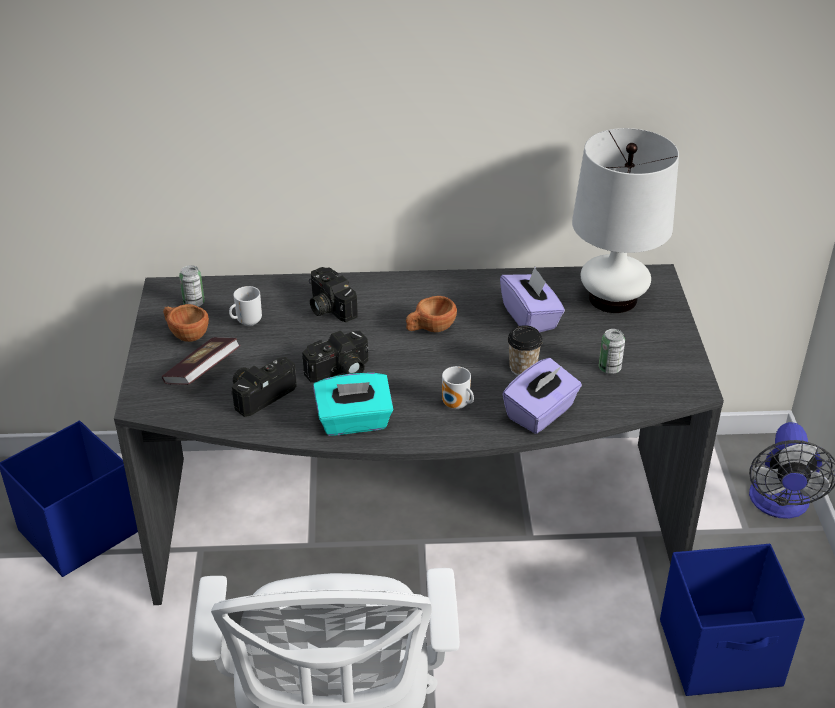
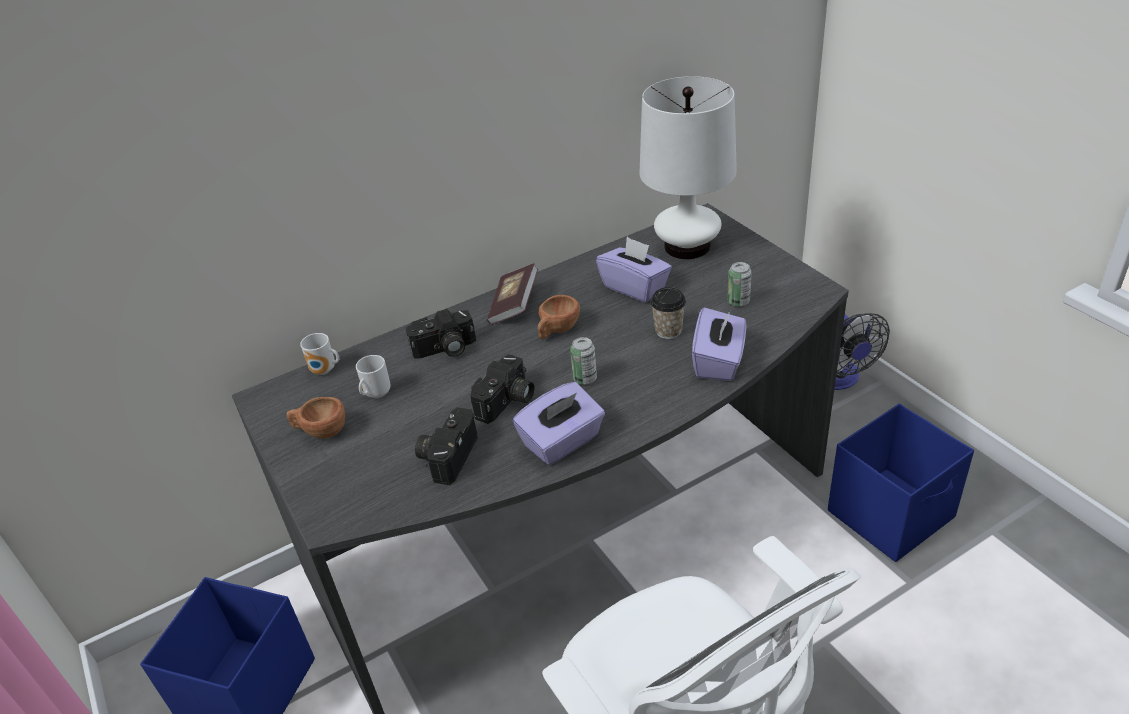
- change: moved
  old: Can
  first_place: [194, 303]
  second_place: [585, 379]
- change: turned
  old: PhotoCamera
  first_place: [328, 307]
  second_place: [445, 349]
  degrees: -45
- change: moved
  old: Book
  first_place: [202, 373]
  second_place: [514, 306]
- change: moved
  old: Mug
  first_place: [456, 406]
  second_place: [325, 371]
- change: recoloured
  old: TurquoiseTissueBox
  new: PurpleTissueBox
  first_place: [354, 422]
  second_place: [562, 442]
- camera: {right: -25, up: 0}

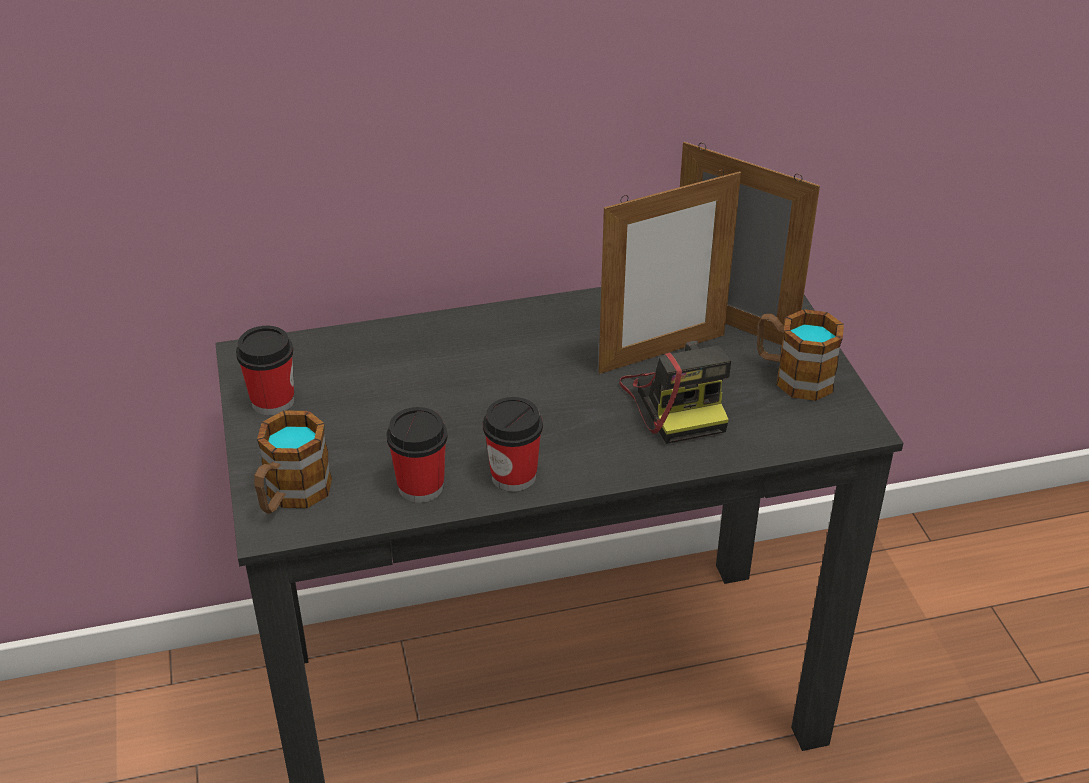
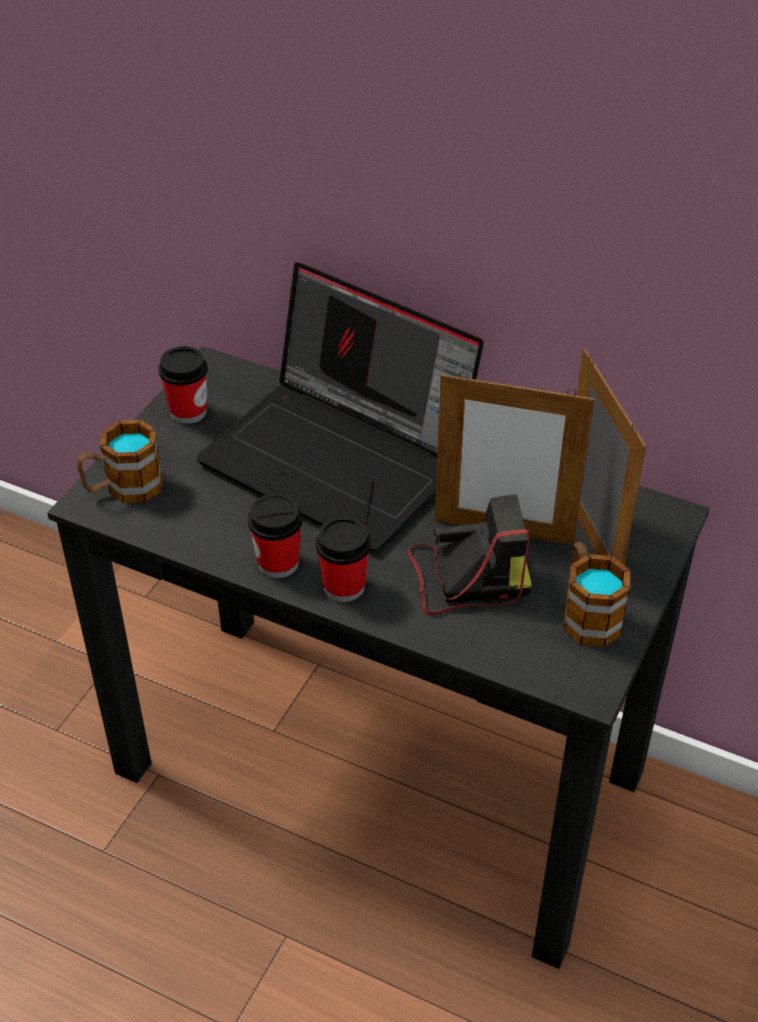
- change: turned
  old: PhotoCamera
  first_place: [677, 401]
  second_place: [465, 578]
  degrees: -120
- change: moved
  old: Cup
  first_place: [421, 486]
  second_place: [344, 586]
- change: added
  new: Laptop
  second_place: [341, 458]
- camera: {right: 40, up: 5}

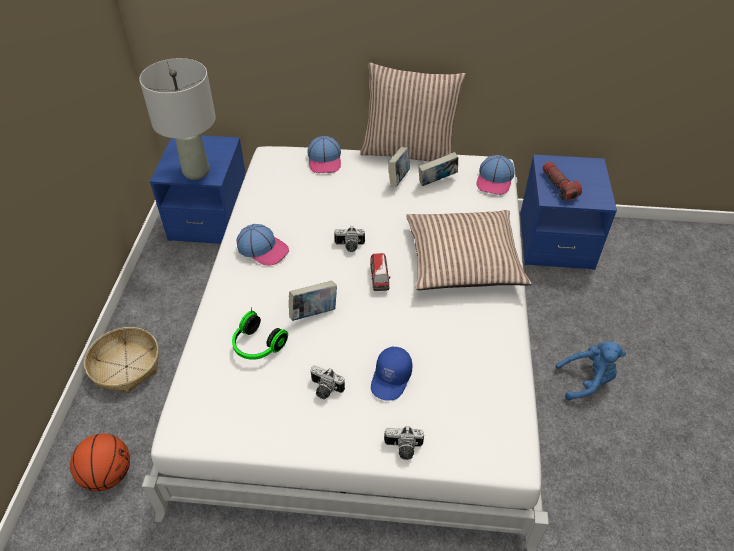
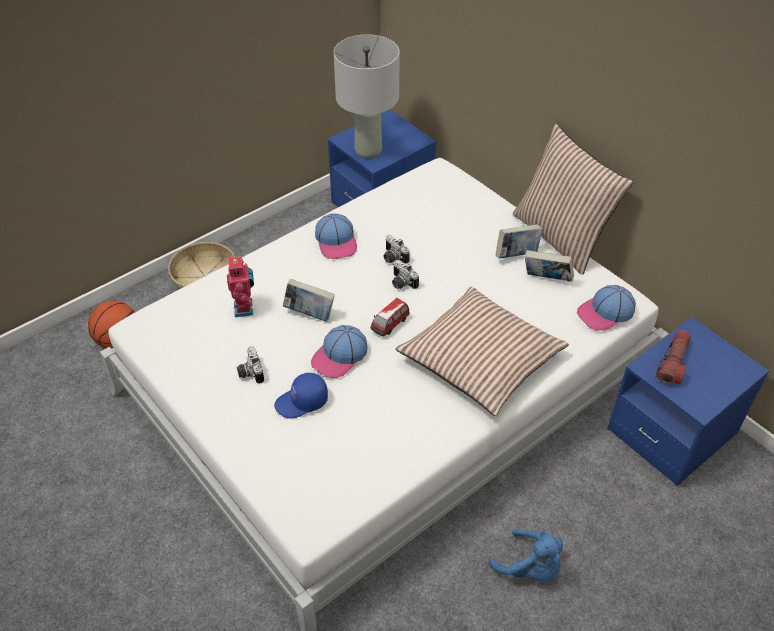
- change: moved
  old: Cap
  first_place: [325, 160]
  second_place: [339, 356]
- change: replaced
  old: Headphones
  new: ToyRobot
  first_place: [257, 346]
  second_place: [245, 308]
- change: moved
  old: PhotoCamera
  first_place: [403, 449]
  second_place: [393, 258]
- camera: {right: 45, up: 0}

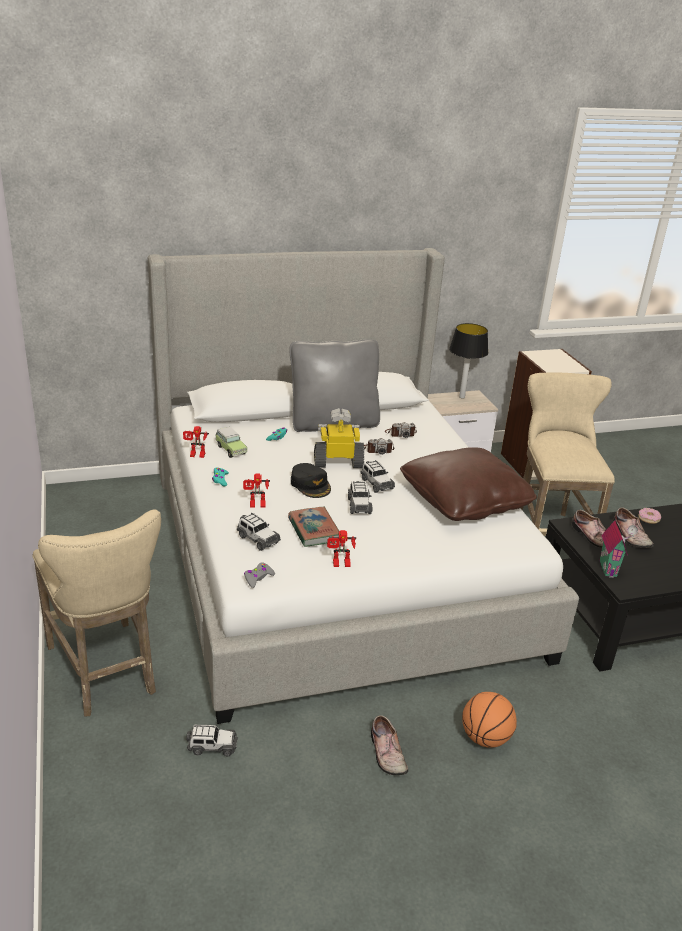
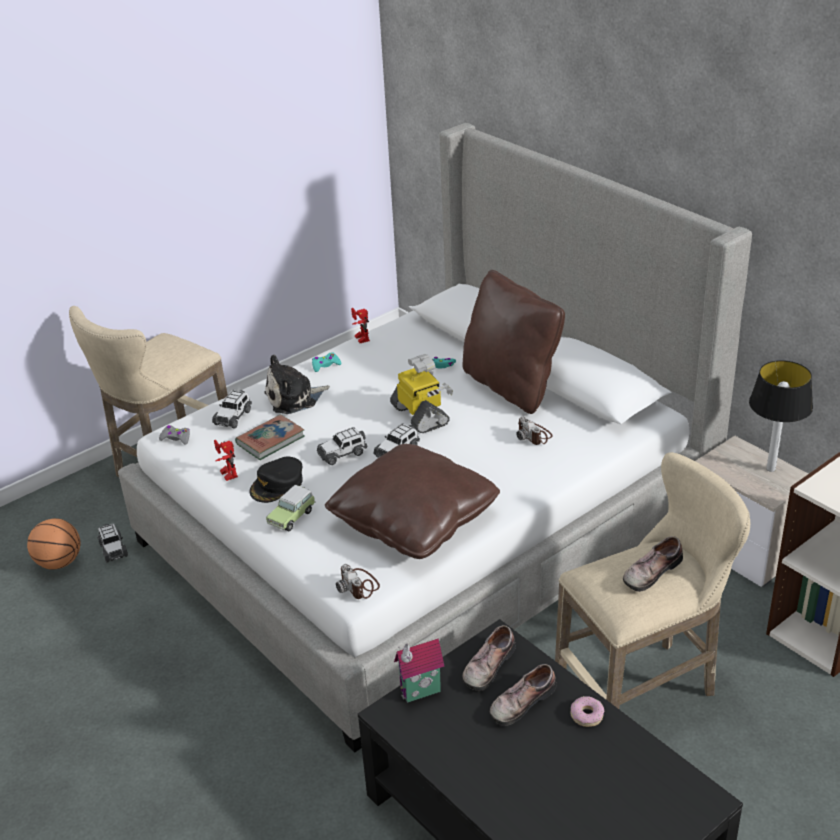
- change: recoloured
  old: GreyPillow
  new: BrownPillow
  first_place: [333, 423]
  second_place: [511, 386]
- change: moved
  old: ToyCar
  first_place: [230, 449]
  second_place: [293, 516]
- change: moved
  old: PhotoCamera
  first_place: [377, 450]
  second_place: [359, 585]
- change: moved
  old: BlackCap
  first_place: [310, 485]
  second_place: [277, 485]
- change: replaced
  old: ToyRobot
  new: PlushToy
  first_place: [256, 505]
  second_place: [294, 398]
- change: moved
  old: Basketball
  first_place: [485, 738]
  second_place: [59, 563]
- change: moved
  old: Shoe
  first_place: [386, 753]
  second_place: [650, 571]
- camera: {right: 70, up: 5}

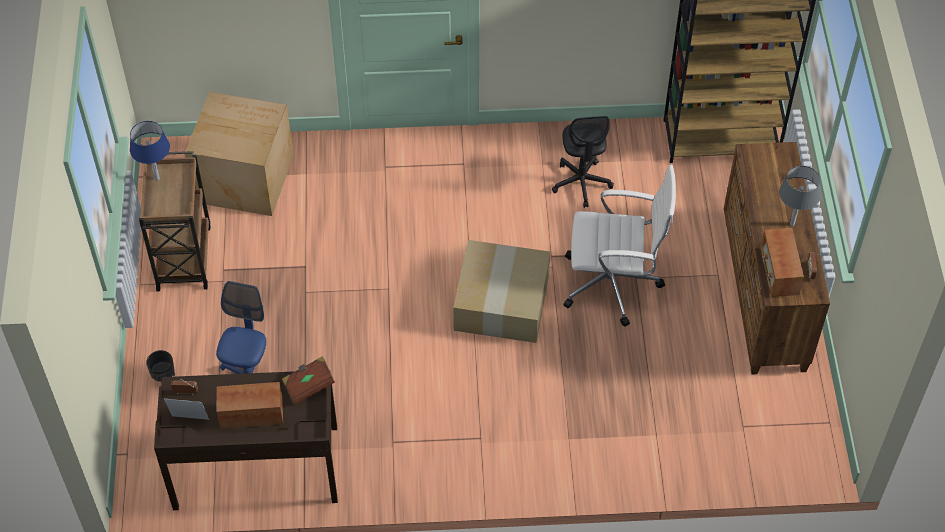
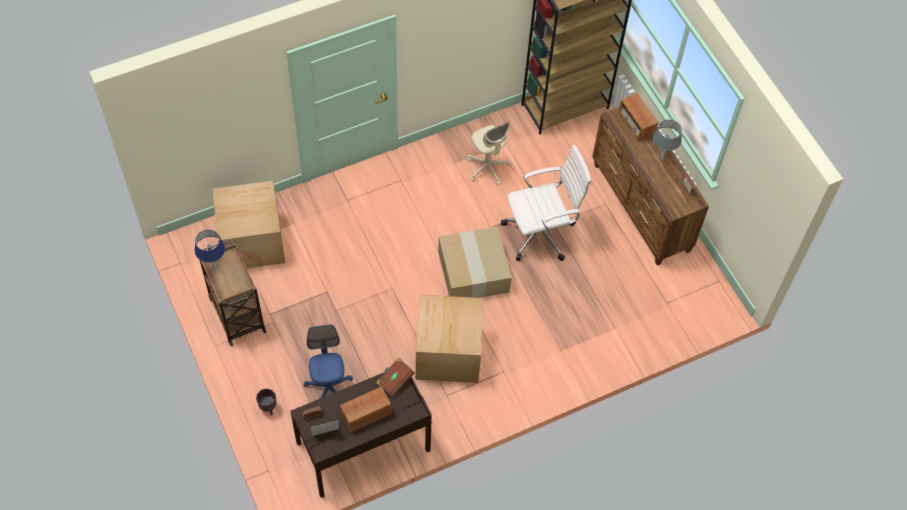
- change: recoloured
  old: BlackOfficeChair
  new: BeigeOfficeChair
  first_place: [581, 183]
  second_place: [487, 168]
- change: moved
  old: Radio
  first_place: [778, 272]
  second_place: [636, 124]
- change: added
  new: CardboardBox
  second_place: [447, 354]
- camera: {right: -25, up: 5}

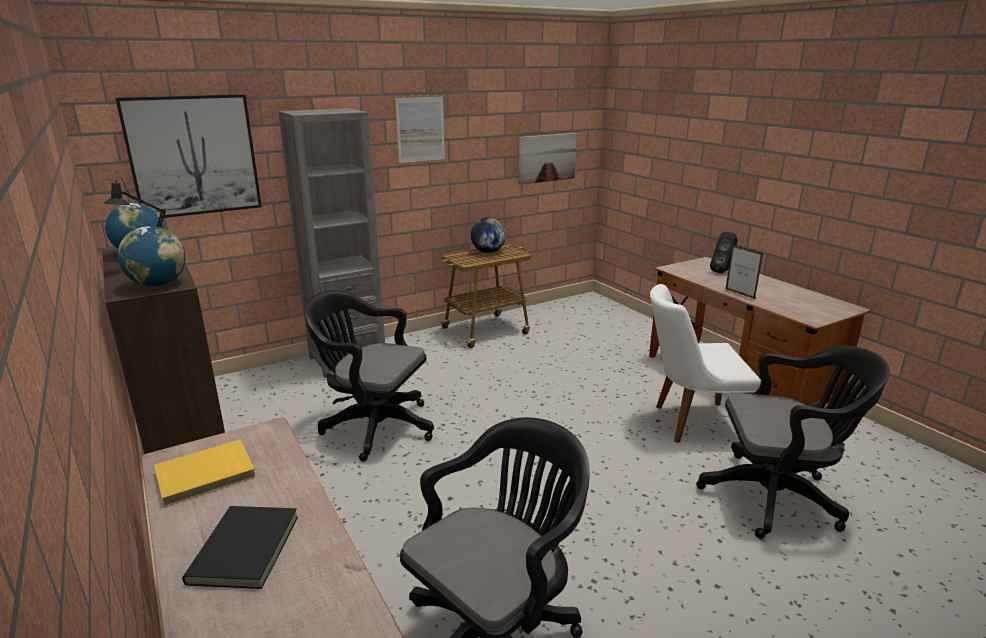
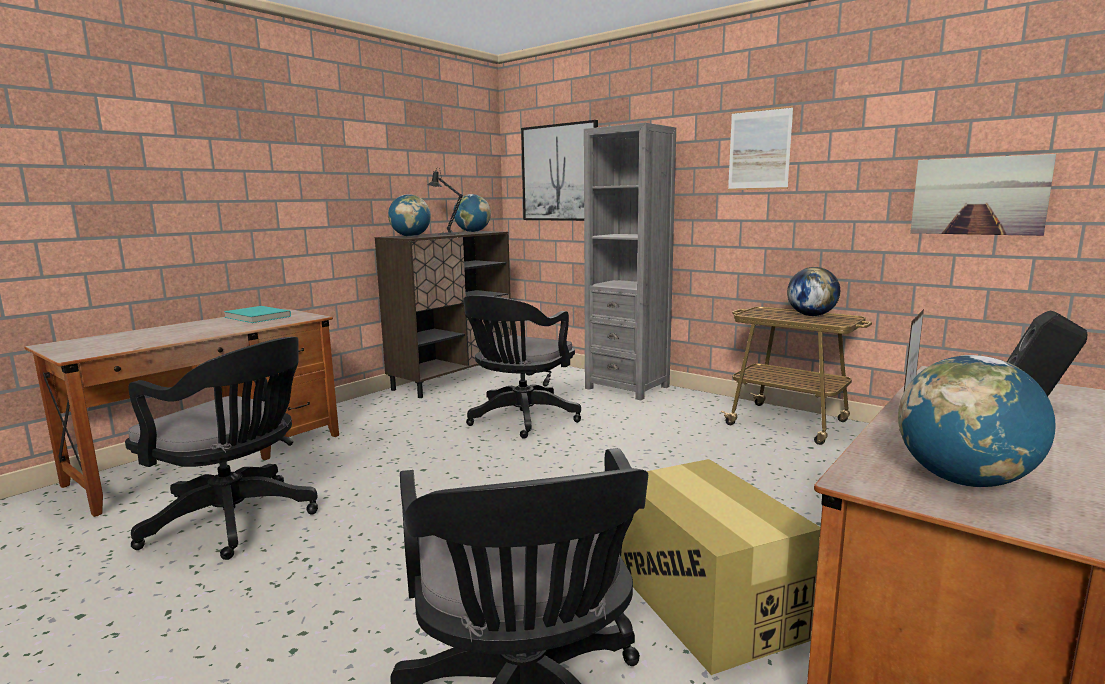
- change: replaced
  old: WhiteChair
  new: CardboardBox
  first_place: [689, 422]
  second_place: [707, 602]
- change: turned
  old: BlackOfficeChair
  first_place: [373, 426]
  second_place: [520, 420]
  degrees: -150
- change: recoloured
  old: YellowBook
  new: TurquoiseBook
  first_place: [206, 475]
  second_place: [256, 317]
- change: removed
  old: BlackBook
  first_place: [247, 549]
- change: added
  new: Globe
  second_place: [964, 481]
- camera: {right: 70, up: -10}

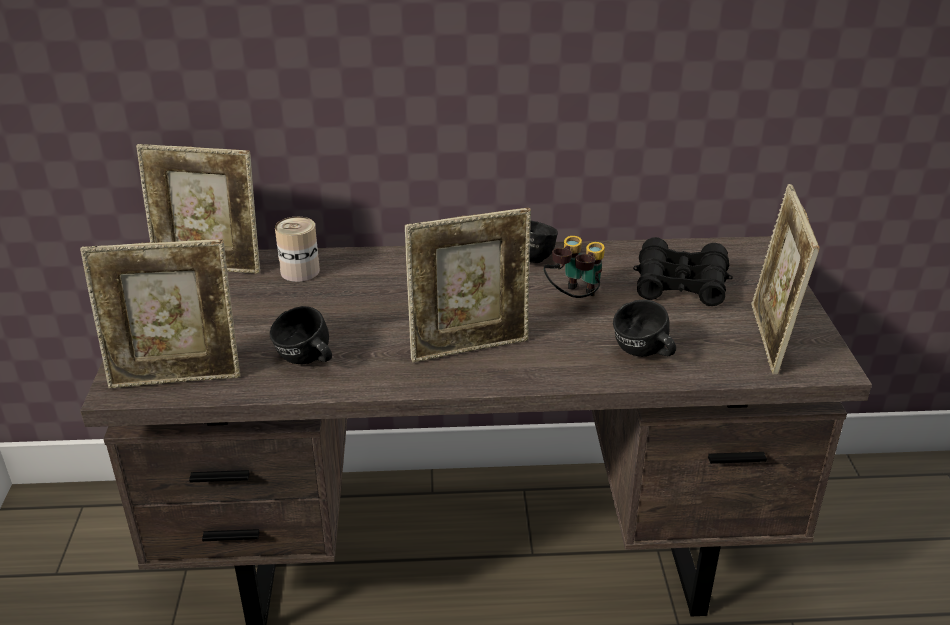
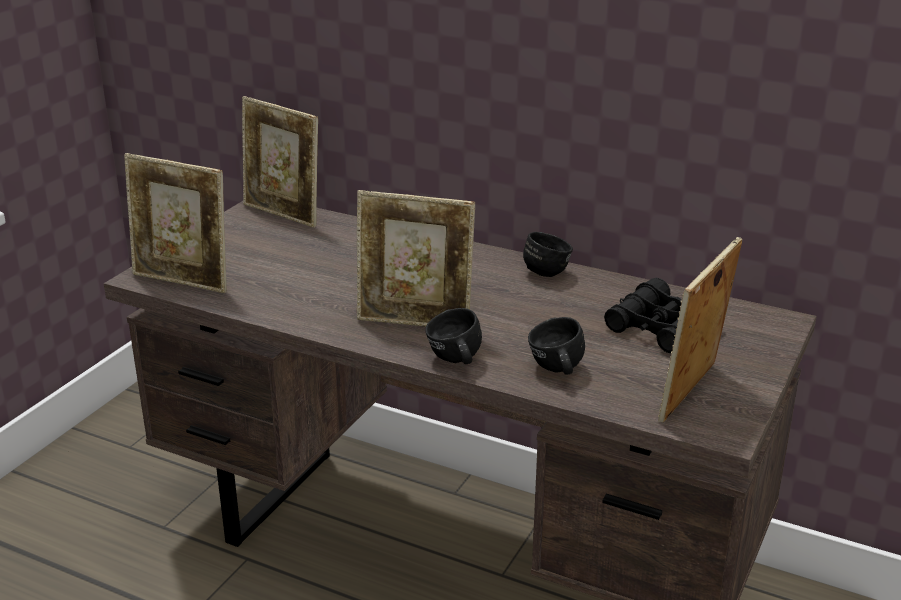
- change: removed
  old: Can
  first_place: [300, 271]
- change: removed
  old: Binoculars
  first_place: [573, 299]
- change: moved
  old: BlackMug
  first_place: [306, 362]
  second_place: [454, 361]
- camera: {right: 30, up: -5}

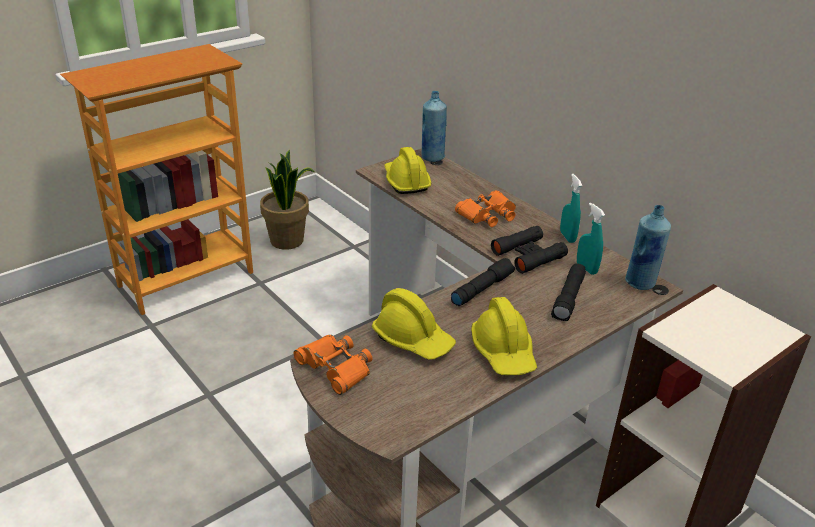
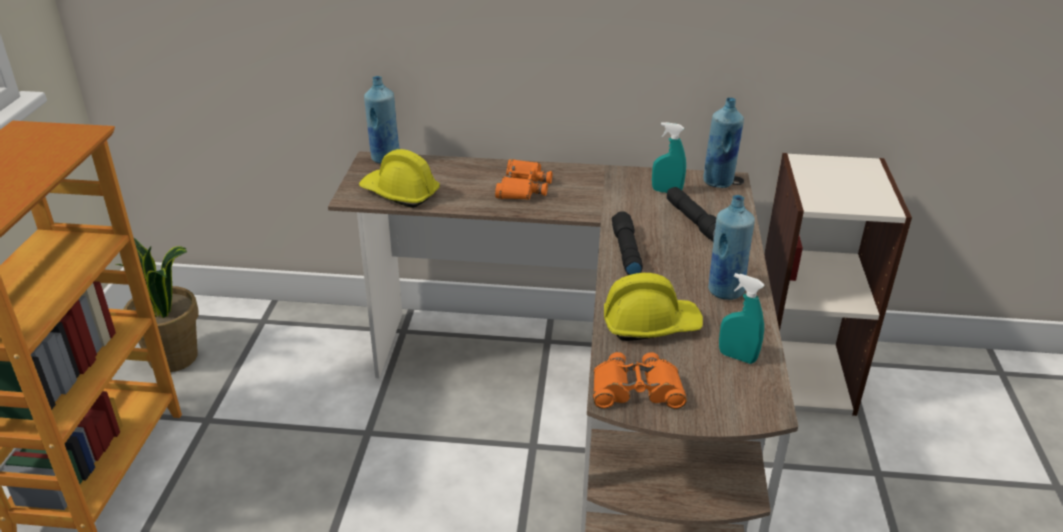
- change: moved
  old: TurquoiseSprayBottle
  first_place: [567, 237]
  second_place: [737, 357]
- change: removed
  old: BlackBinoculars
  first_place: [528, 255]
- change: replaced
  old: YellowHardHat
  new: BlueBottle
  first_place: [503, 352]
  second_place: [725, 291]
- camera: {right: -45, up: 0}

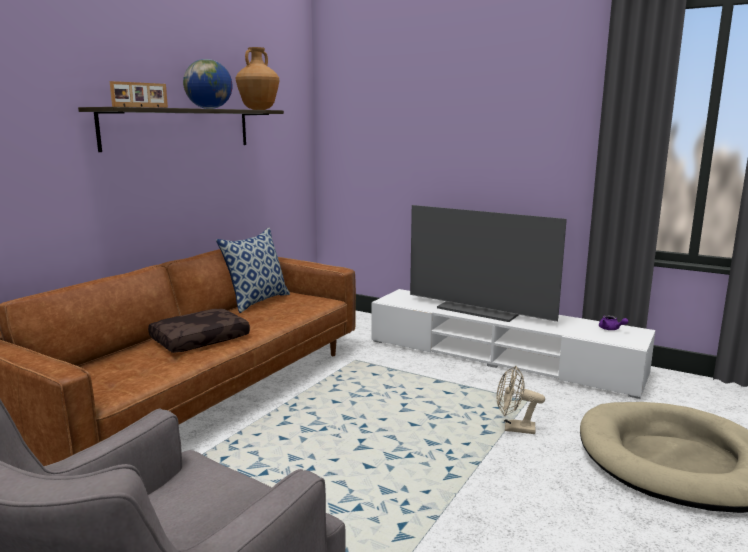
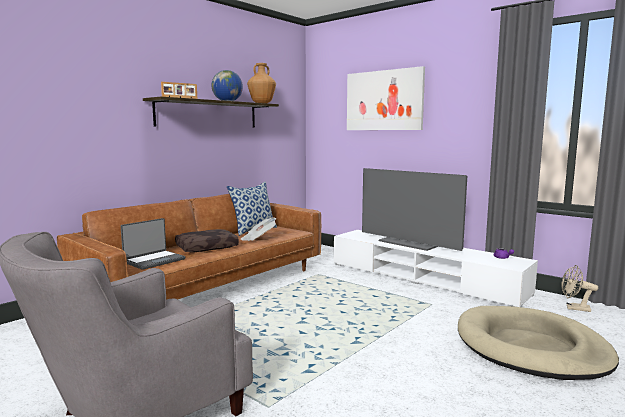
- change: moved
  old: BeigeFan
  first_place: [514, 428]
  second_place: [574, 308]
- change: added
  new: Picture
  second_place: [384, 100]
- change: added
  new: Newspaper
  second_place: [258, 238]
- change: added
  new: Laptop
  second_place: [154, 260]
- camera: {right: 10, up: -5}

